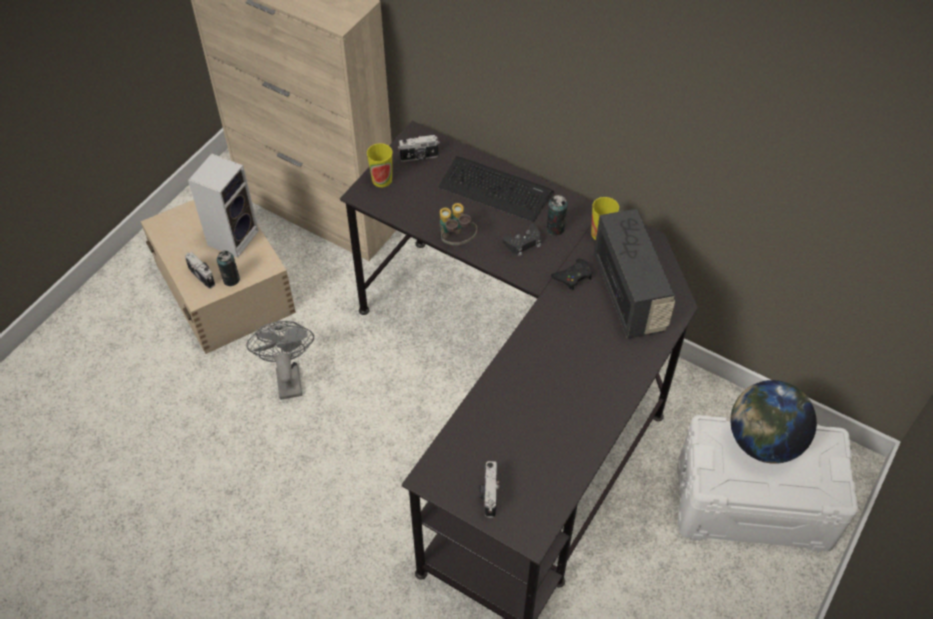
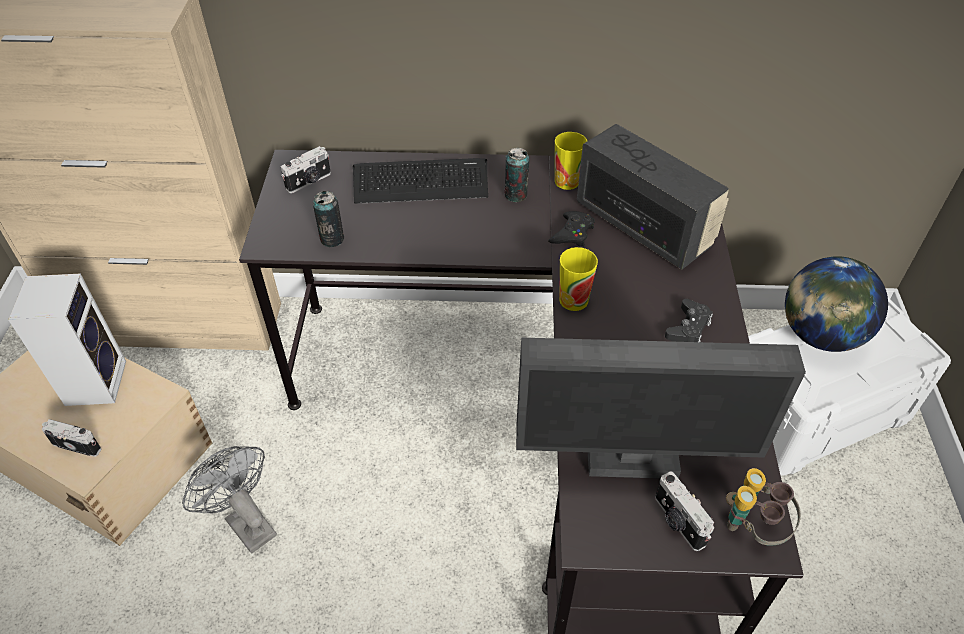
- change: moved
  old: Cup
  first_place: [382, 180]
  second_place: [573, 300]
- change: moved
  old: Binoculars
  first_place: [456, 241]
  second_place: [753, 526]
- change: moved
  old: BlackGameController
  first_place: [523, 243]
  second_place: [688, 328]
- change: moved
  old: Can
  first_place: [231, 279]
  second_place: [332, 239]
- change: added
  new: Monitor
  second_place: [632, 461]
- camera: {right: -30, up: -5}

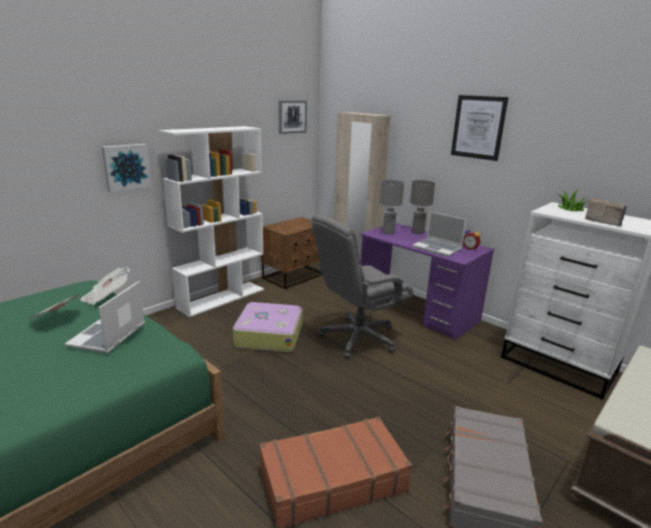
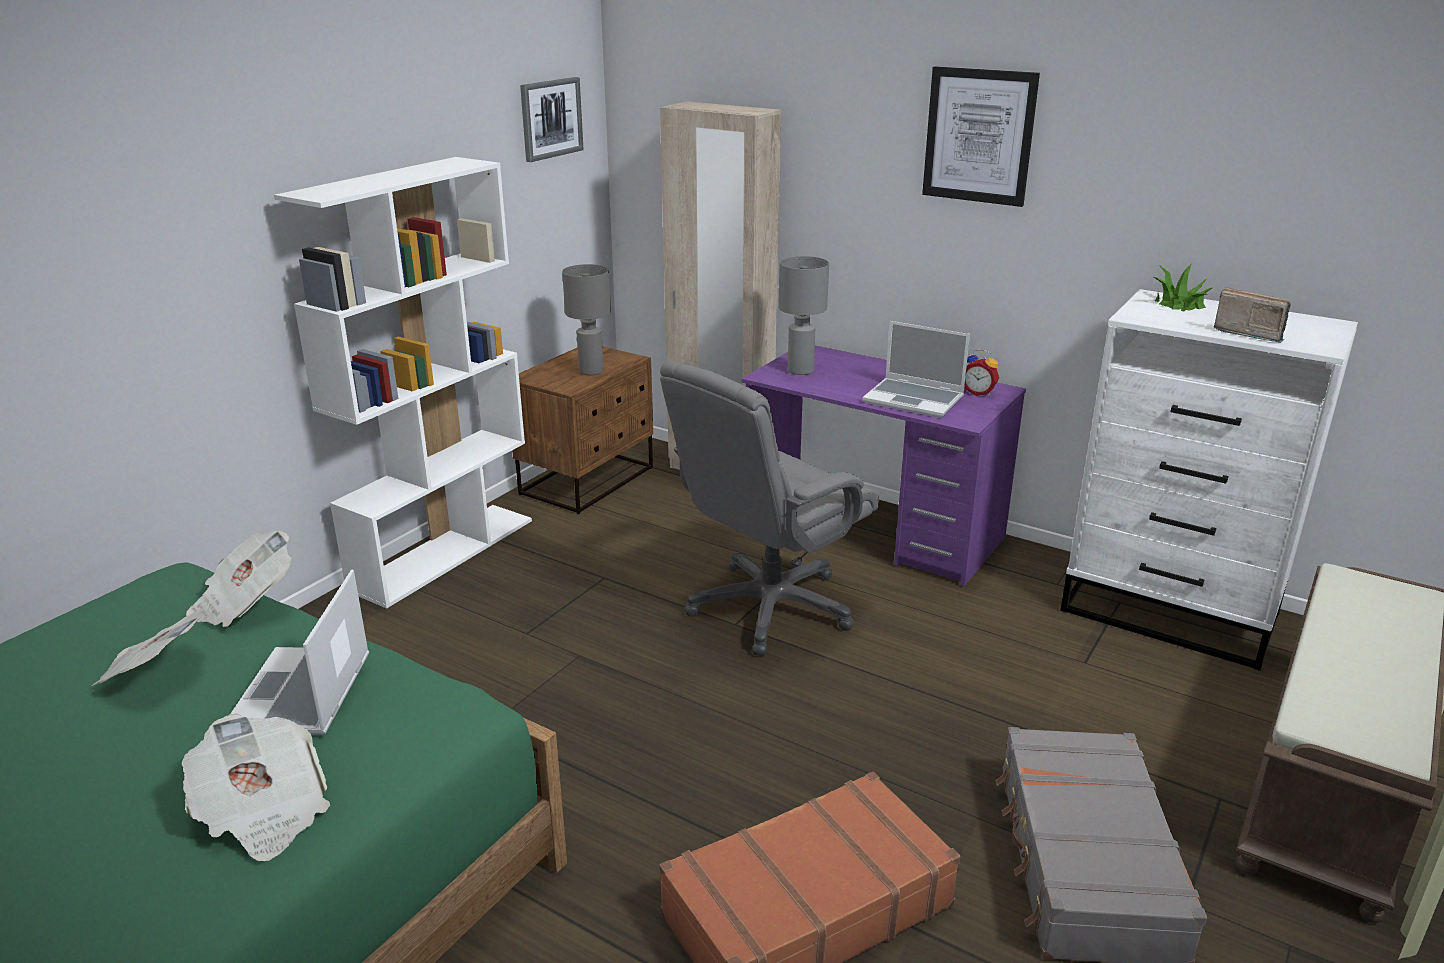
- change: removed
  old: Picture
  first_place: [126, 167]
- change: moved
  old: GreyTableLamp
  first_place: [418, 232]
  second_place: [591, 372]
- change: removed
  old: Suitcase
  first_place: [269, 335]
- change: added
  new: Newspaper
  second_place: [263, 813]
- camera: {right: -10, up: 5}

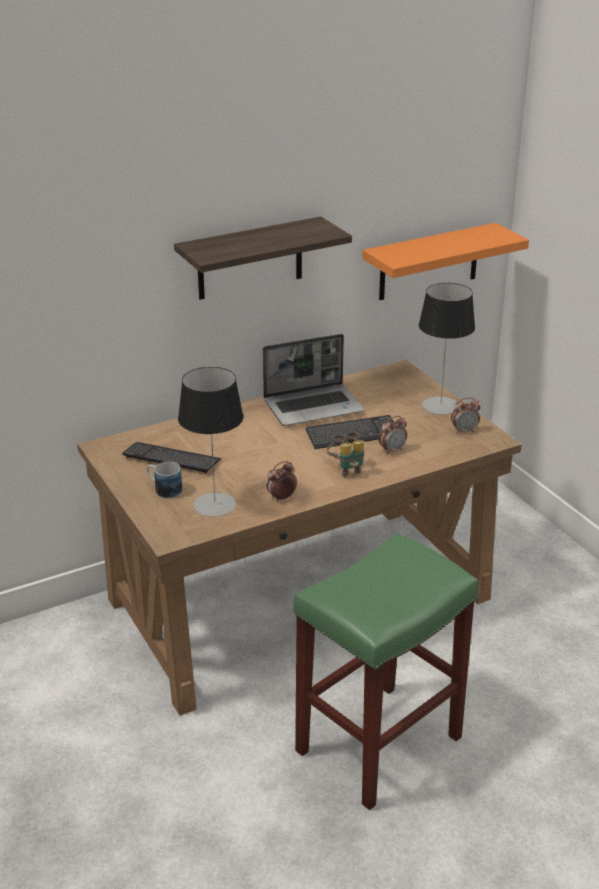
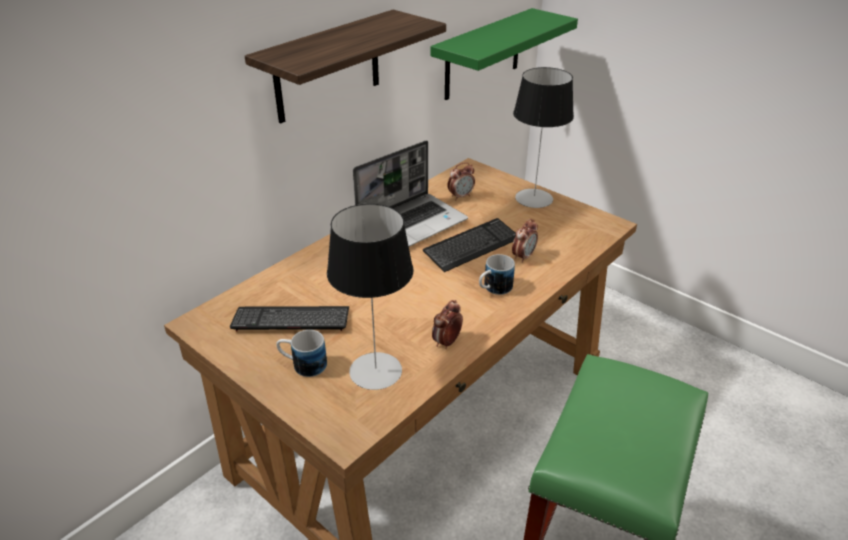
- change: recoloured
  old: OrangeShelf
  new: GreenShelf
  first_place: [429, 262]
  second_place: [483, 54]
- change: moved
  old: AlarmClock
  first_place: [464, 431]
  second_place: [460, 196]
- change: replaced
  old: Binoculars
  new: Mug
  first_place: [347, 469]
  second_place: [493, 289]
- camera: {right: -20, up: 5}

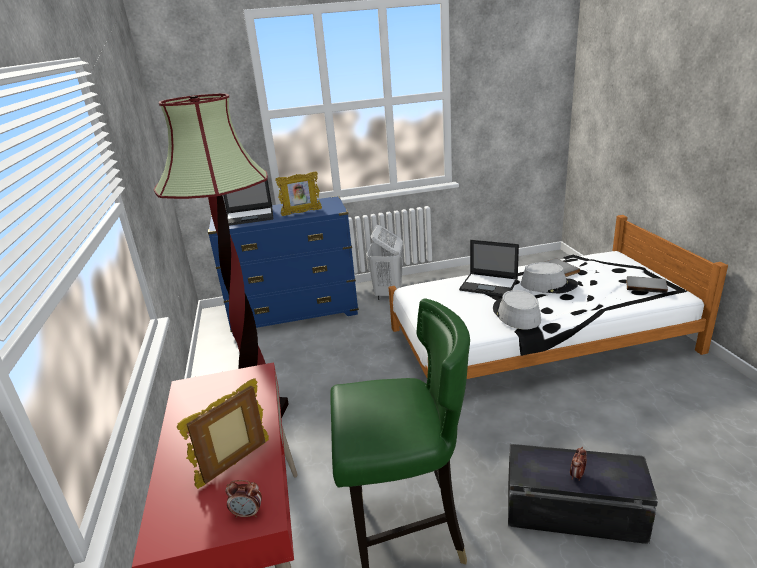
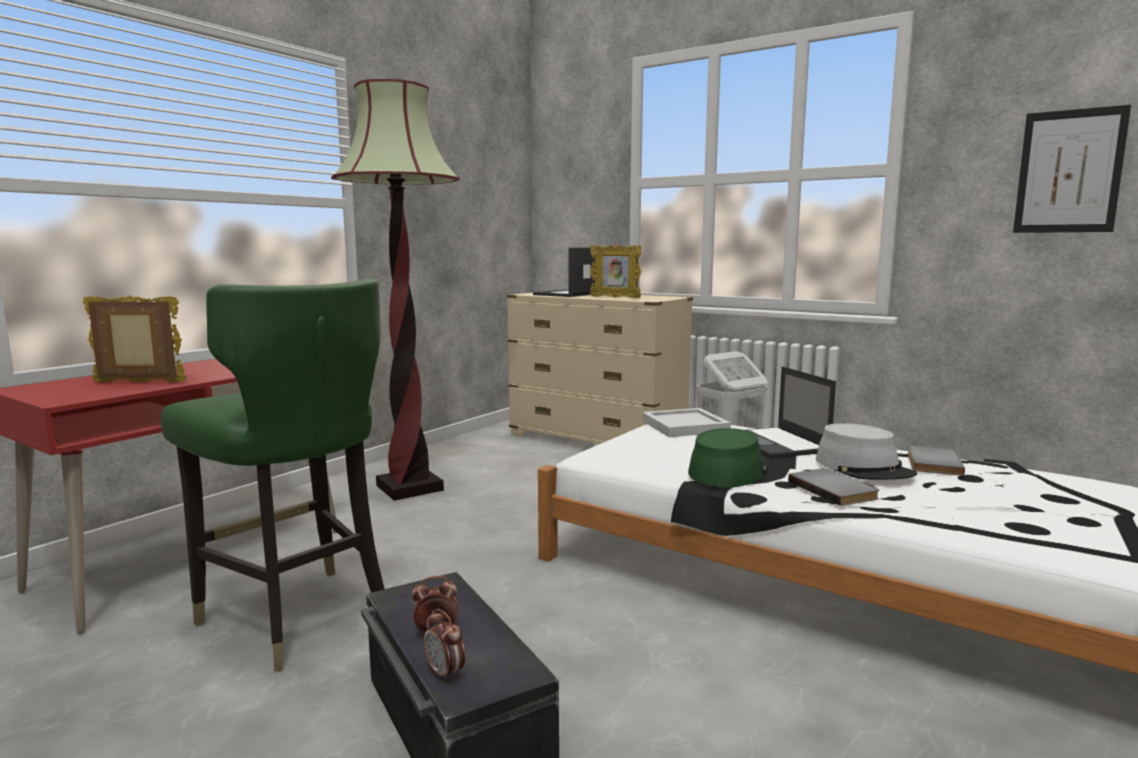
- change: turned
  old: Laptop
  first_place: [250, 216]
  second_place: [568, 294]
  degrees: 90
- change: recoloured
  old: BlueDresser
  new: BeigeDresser
  first_place: [294, 313]
  second_place: [597, 440]
- change: moved
  old: GreyBook
  first_place: [646, 285]
  second_place: [834, 490]
- change: recoloured
  old: GreyHat
  new: GreenHat
  first_place: [516, 314]
  second_place: [728, 470]
- change: moved
  old: AlarmClock
  first_place: [248, 513]
  second_place: [445, 673]
- change: added
  new: Picture
  second_place: [1069, 171]
- change: added
  new: WhiteTray
  second_place: [684, 426]
- camera: {right: 45, up: -15}

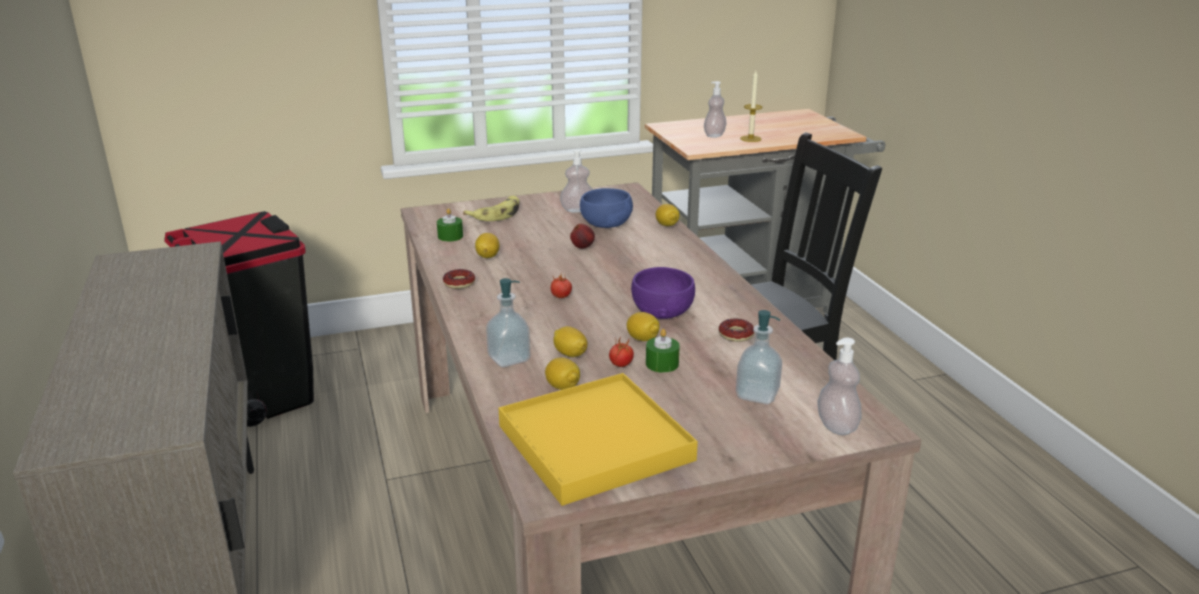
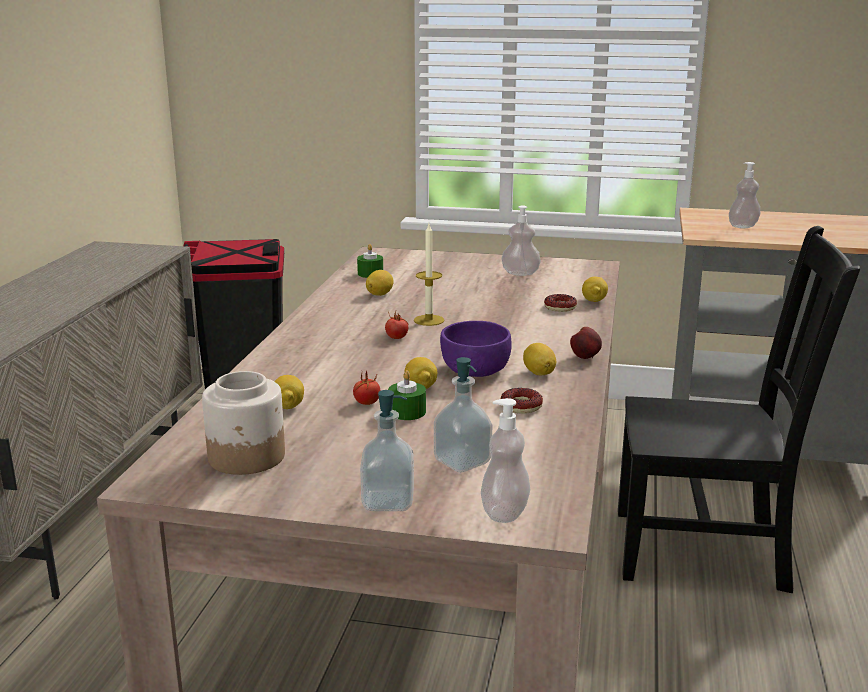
- change: moved
  old: Candle
  first_place: [750, 139]
  second_place: [429, 320]
- change: removed
  old: BlueBowl
  first_place: [606, 223]
- change: removed
  old: Banana
  first_place: [496, 214]
- change: moved
  old: Apple
  first_place: [582, 247]
  second_place: [585, 357]
- change: moved
  old: Donut
  first_place: [459, 283]
  second_place: [560, 307]
- change: moved
  old: SoapDispenser
  first_place: [509, 358]
  second_place: [388, 501]
- change: moved
  old: Lemon
  first_place: [570, 354]
  second_place: [539, 373]
- change: replaced
  old: YellowTray
  new: Jar
  first_place: [595, 443]
  second_place: [247, 457]
- camera: {right: 30, up: -5}

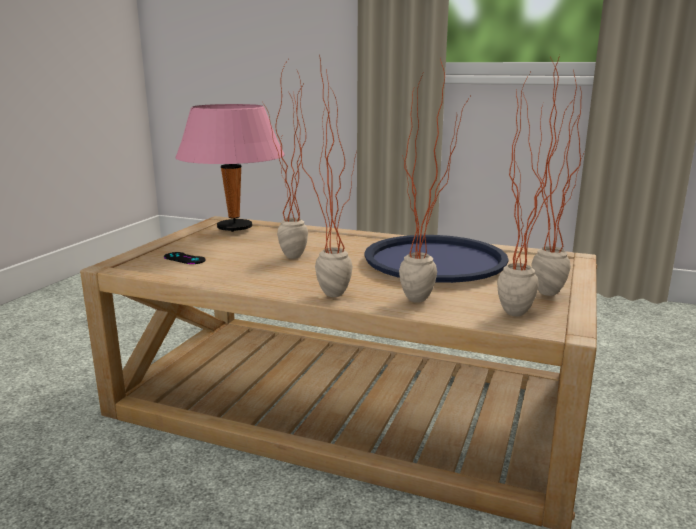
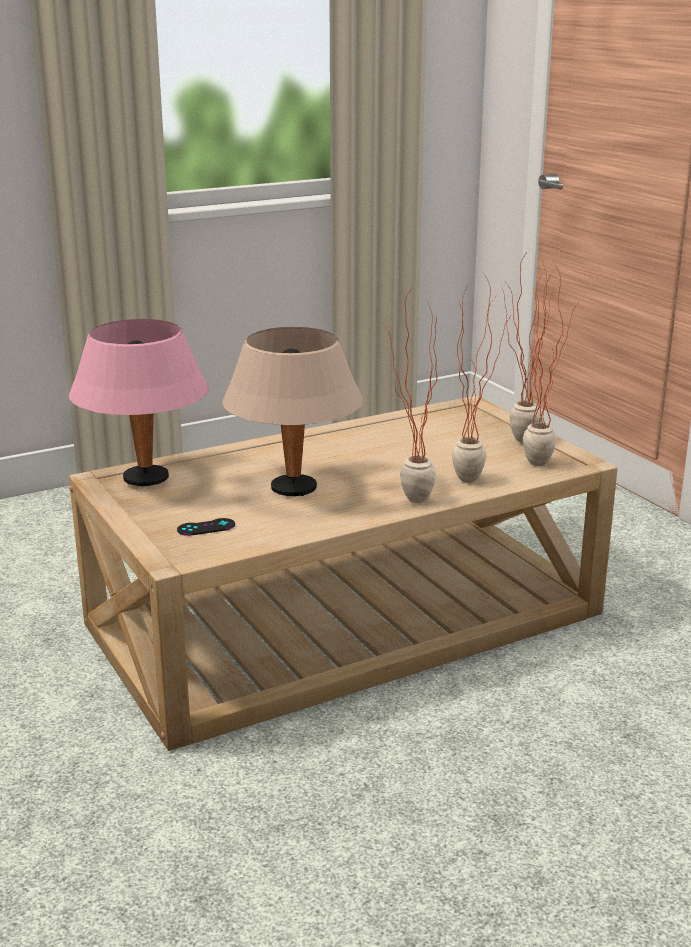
- change: replaced
  old: PottedPlant
  new: BeigeTableLamp
  first_place: [289, 259]
  second_place: [294, 488]
- change: removed
  old: BlueTray
  first_place: [434, 260]
- camera: {right: -50, up: 5}

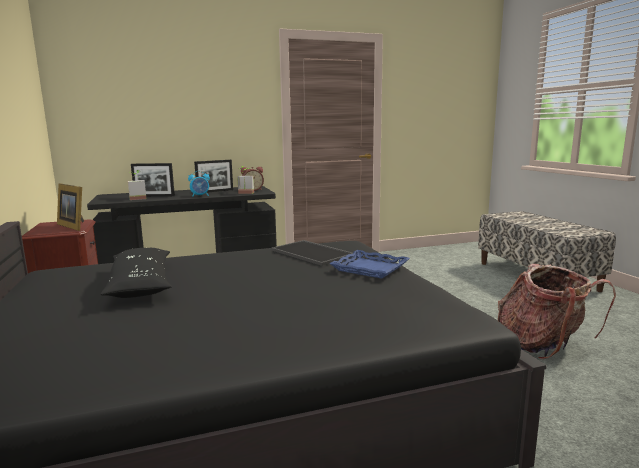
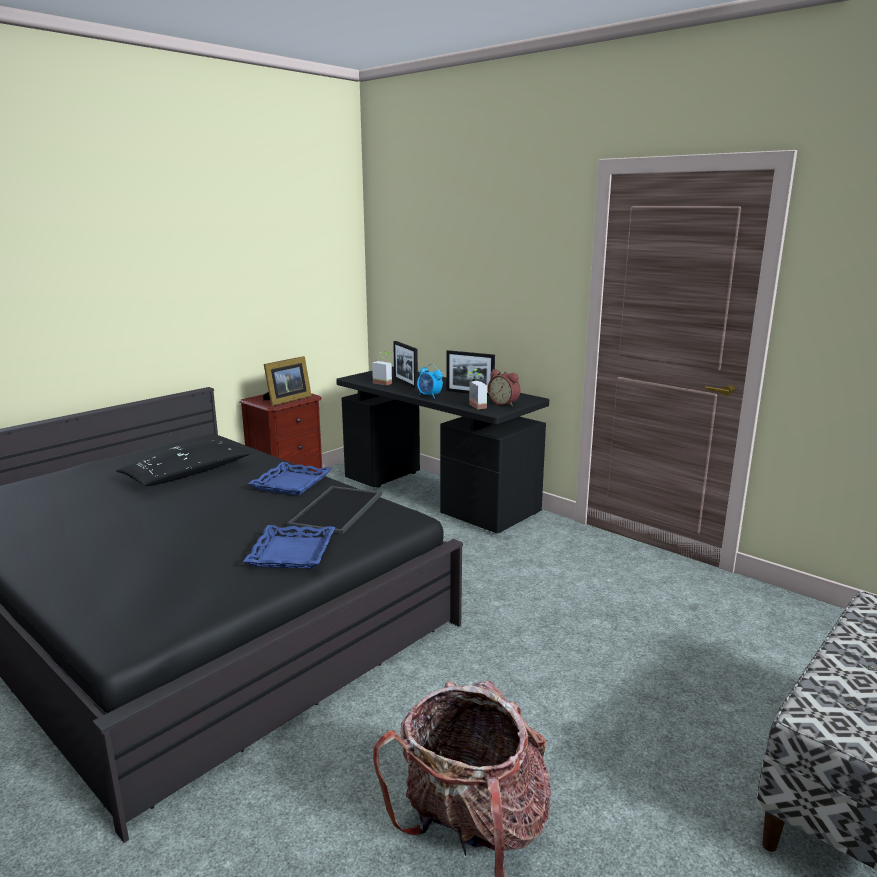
- change: turned
  old: PictureFrame
  first_place: [74, 226]
  second_place: [286, 400]
  degrees: -150
- change: added
  new: BlueTray
  second_place: [291, 484]
- camera: {right: 60, up: 5}

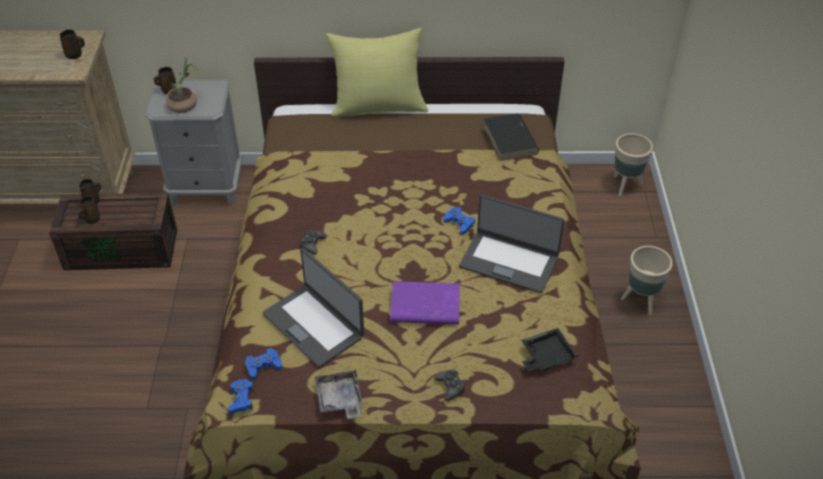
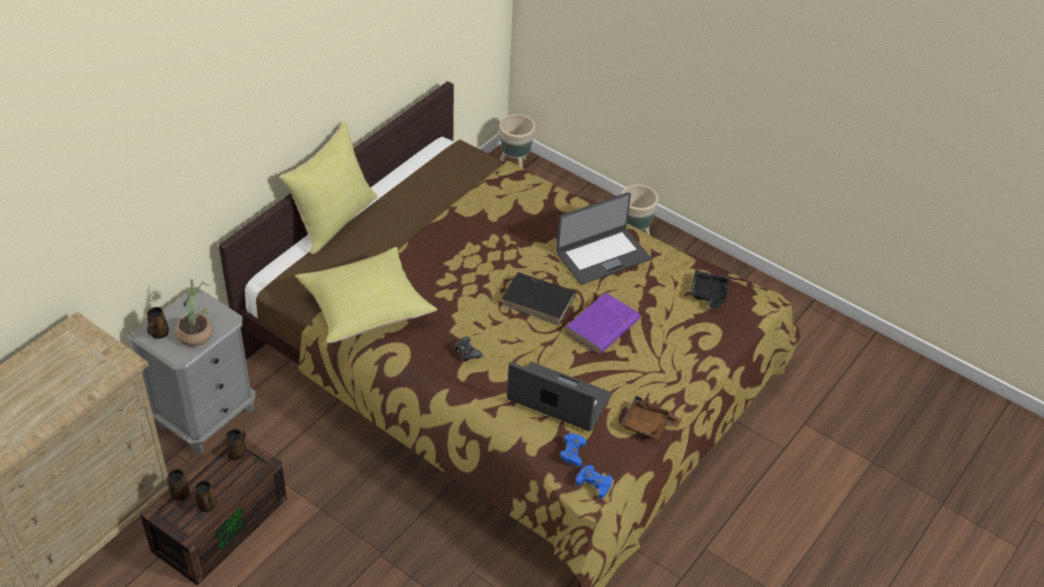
- change: moved
  old: BrownMug
  first_place: [75, 55]
  second_place: [238, 452]
- change: moved
  old: BlackBook
  first_place: [510, 140]
  second_place: [539, 301]
- change: removed
  old: BlueGameController
  first_place: [459, 223]
- change: turned
  old: Laptop
  first_place: [314, 324]
  second_place: [558, 399]
  degrees: -150
- change: recoloured
  old: GreyTray
  new: BrownTray
  first_place: [339, 399]
  second_place: [648, 425]
- change: removed
  old: BlackGameController
  first_place: [450, 387]
- change: added
  new: YellowPillow
  second_place: [366, 309]
- camera: {right: -55, up: 0}

